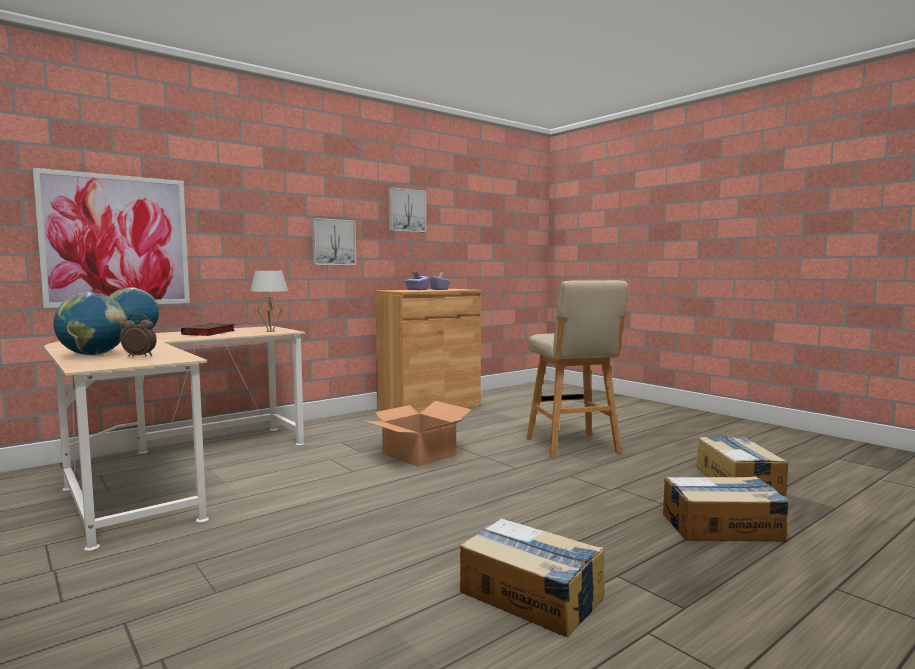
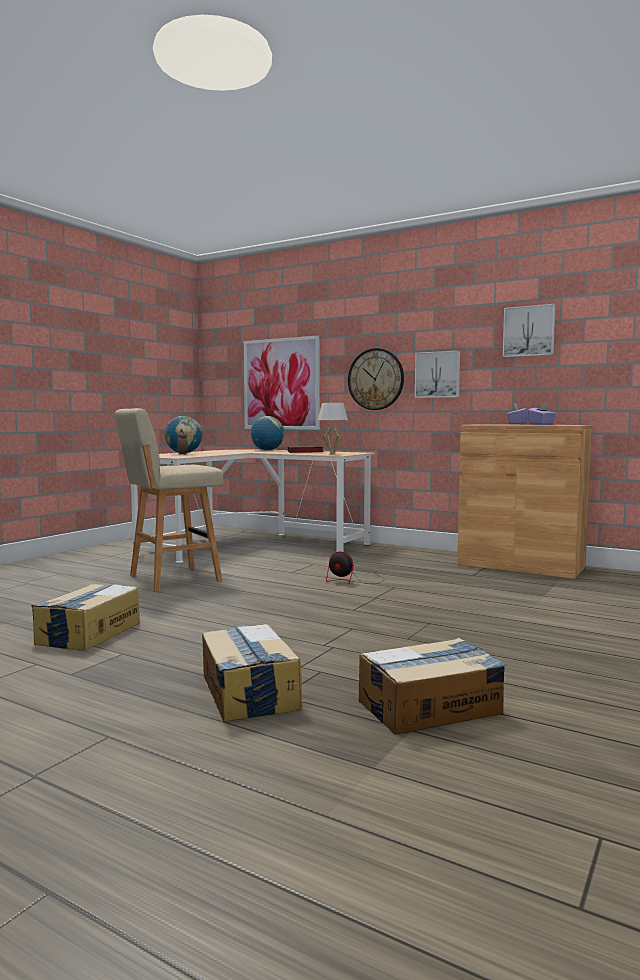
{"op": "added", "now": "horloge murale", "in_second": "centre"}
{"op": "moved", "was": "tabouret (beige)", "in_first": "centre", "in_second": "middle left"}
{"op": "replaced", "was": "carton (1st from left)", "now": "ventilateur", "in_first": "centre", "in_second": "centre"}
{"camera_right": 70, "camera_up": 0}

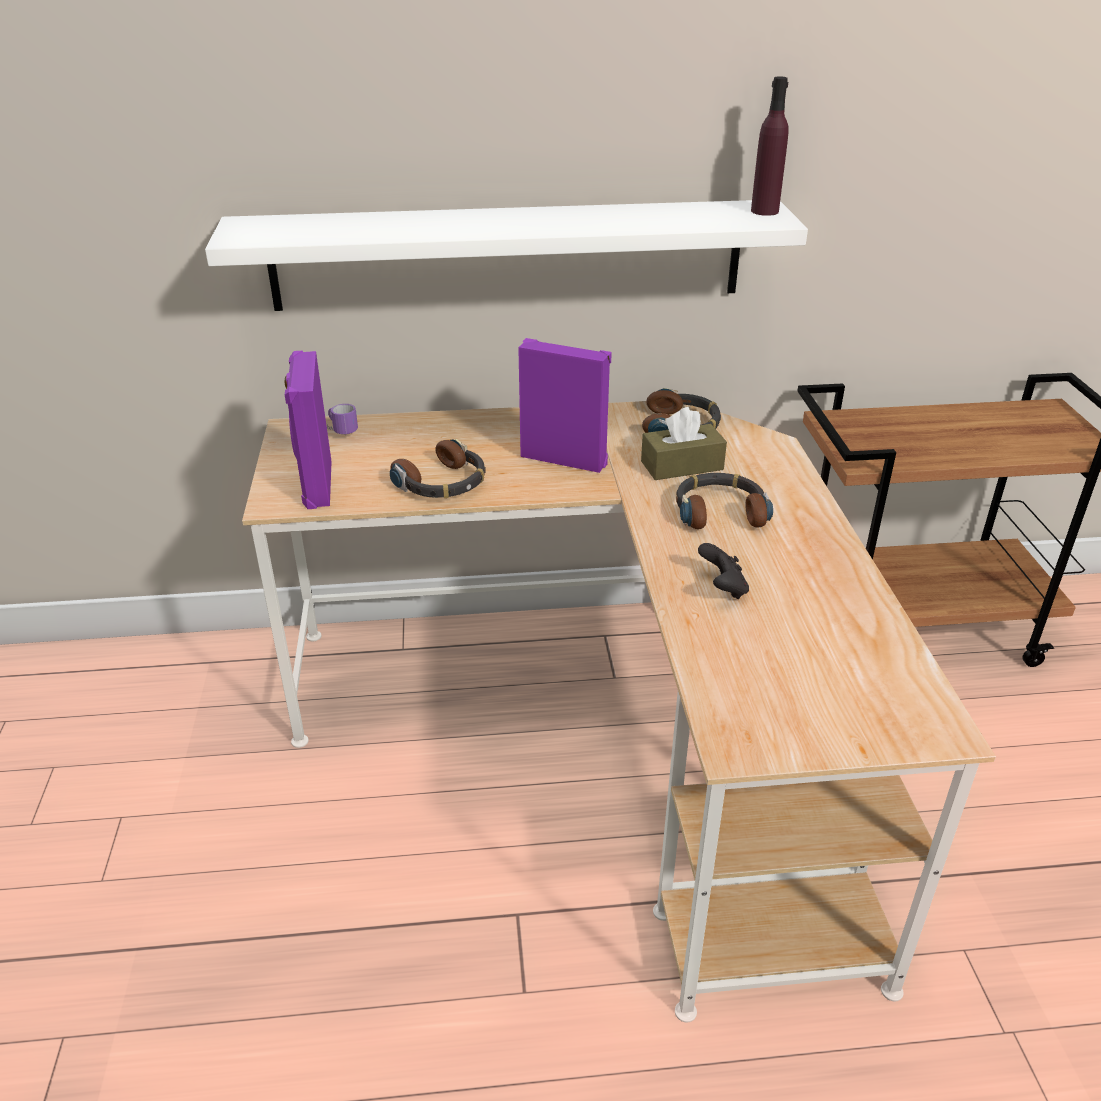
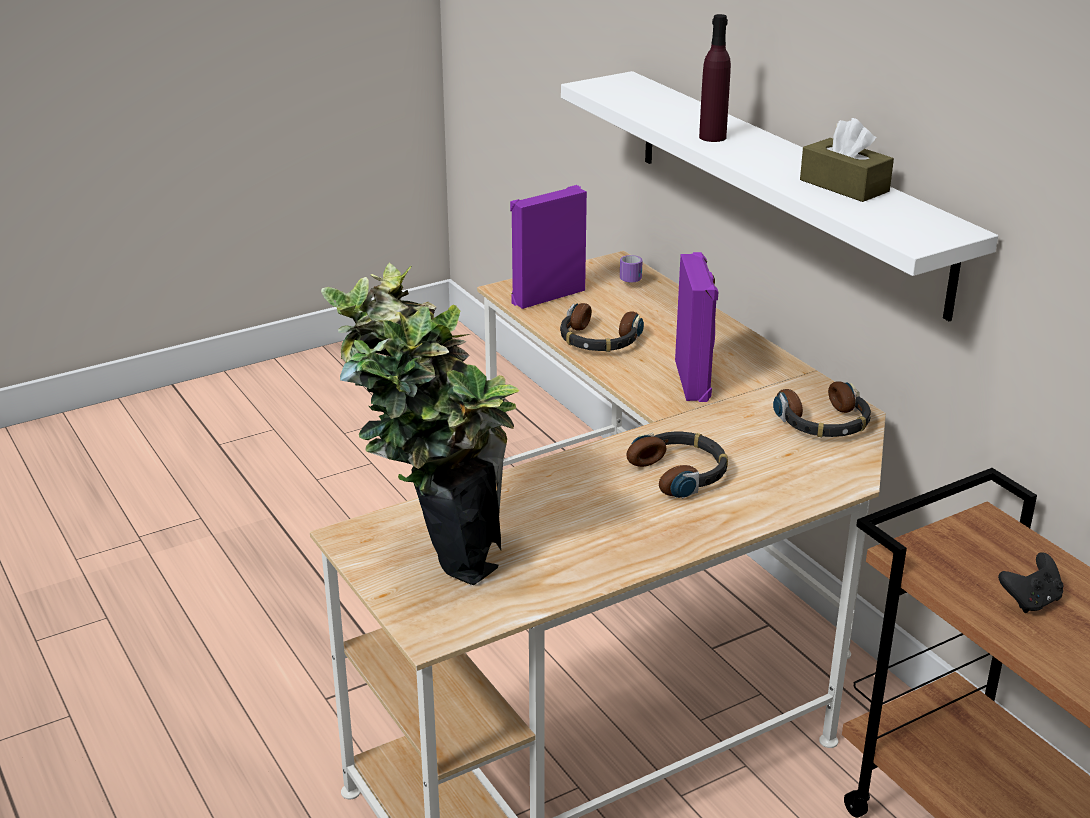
{"op": "added", "now": "plante en pot", "in_second": "centre"}
{"op": "moved", "was": "boîte à mouchoirs (marron)", "in_first": "centre", "in_second": "top right"}
{"op": "moved", "was": "manette (noir)", "in_first": "centre", "in_second": "bottom right"}
{"op": "moved", "was": "bouteille (violet)", "in_first": "top right", "in_second": "top centre"}
{"camera_right": 65, "camera_up": -5}

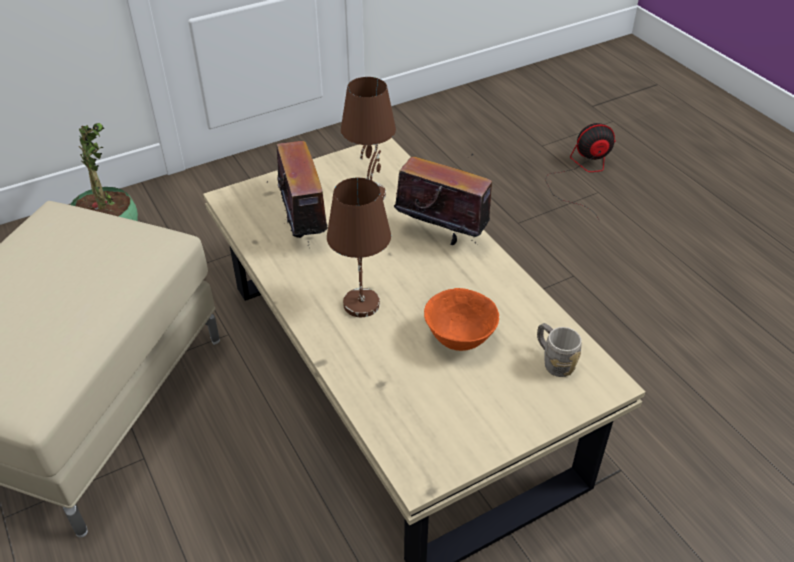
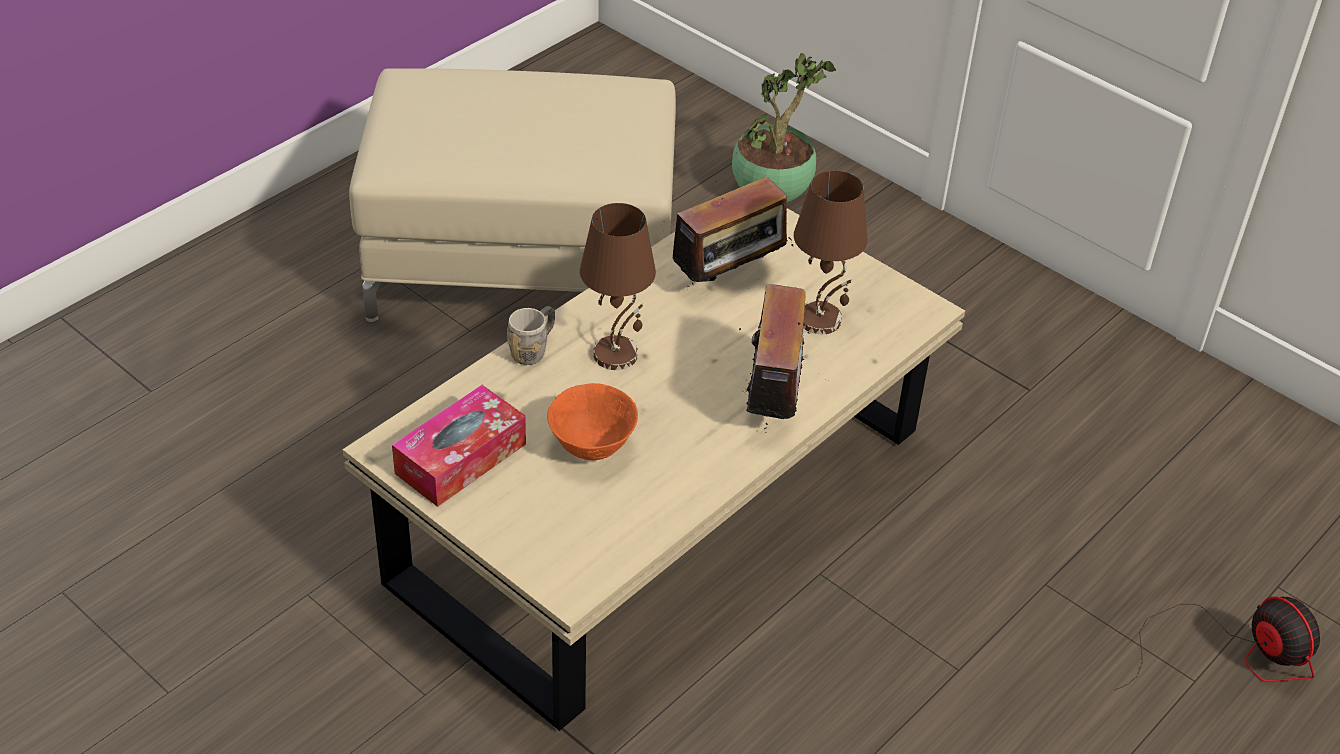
{"op": "added", "now": "boîte à mouchoirs", "in_second": "centre"}
{"op": "moved", "was": "mug (gris)", "in_first": "middle right", "in_second": "centre"}
{"camera_right": 70, "camera_up": 0}

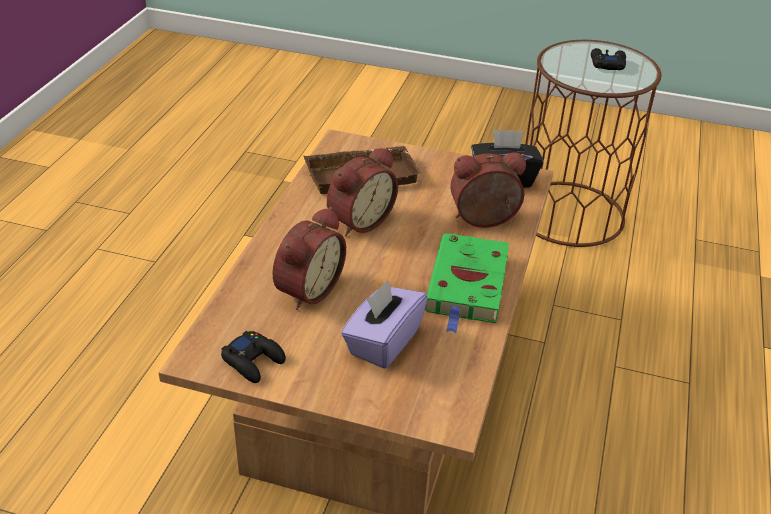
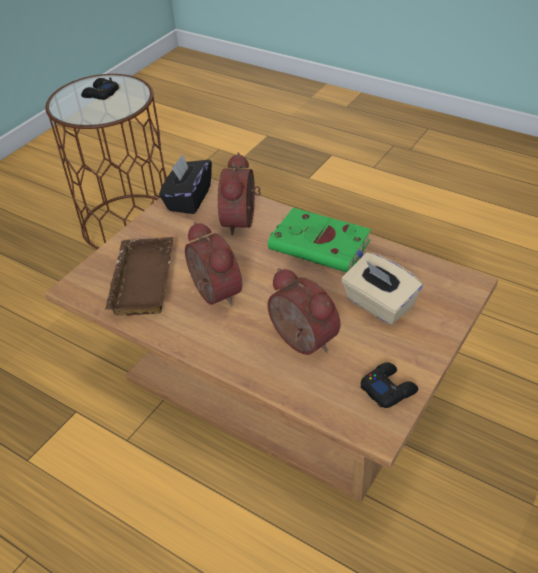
{"op": "recoloured", "was": "boîte à mouchoirs (violet)", "now": "boîte à mouchoirs (beige)", "in_first": "centre", "in_second": "middle right"}
{"camera_right": -70, "camera_up": 5}

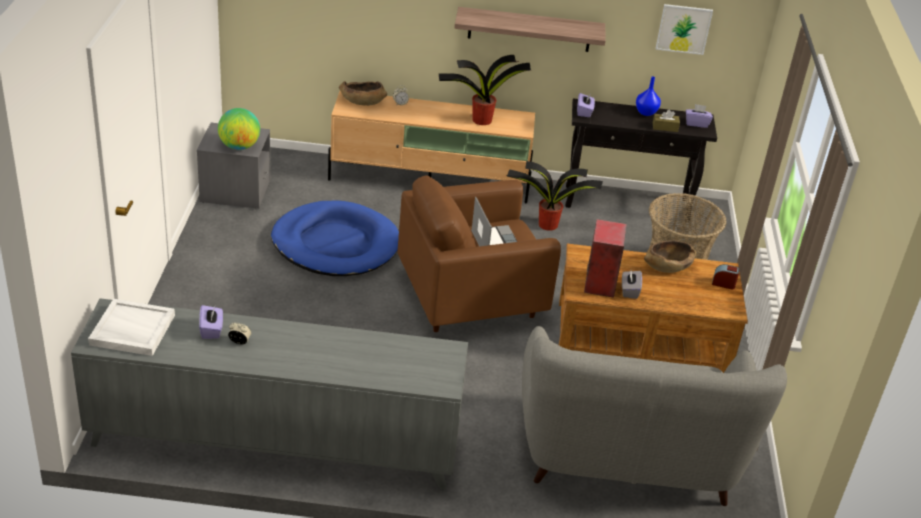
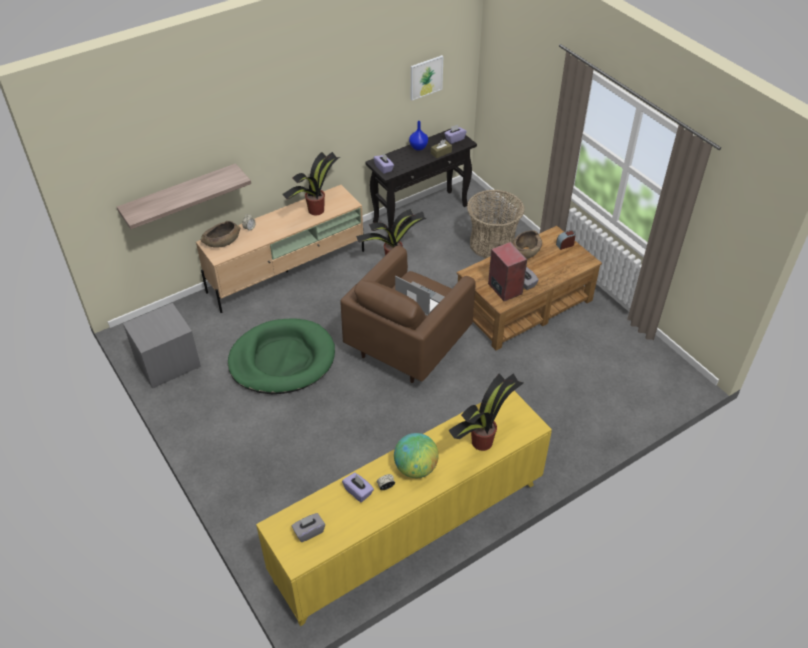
{"op": "removed", "was": "canapé (gris)", "in_first": "bottom right"}
{"op": "added", "now": "plante en pot (3rd from left)", "in_second": "centre"}
{"op": "moved", "was": "globe", "in_first": "top left", "in_second": "bottom centre"}
{"op": "moved", "was": "étagère", "in_first": "top centre", "in_second": "top left"}
{"op": "replaced", "was": "plateau (blanc)", "now": "boîte à mouchoirs (gris) (1st from left)", "in_first": "middle left", "in_second": "bottom centre"}
{"op": "recoloured", "was": "meuble de rangement (gris)", "now": "meuble de rangement (jaune)", "in_first": "bottom left", "in_second": "bottom centre"}
{"op": "recoloured", "was": "panier pour chien (bleu)", "now": "panier pour chien (vert)", "in_first": "centre", "in_second": "centre"}
{"camera_right": -35, "camera_up": 10}

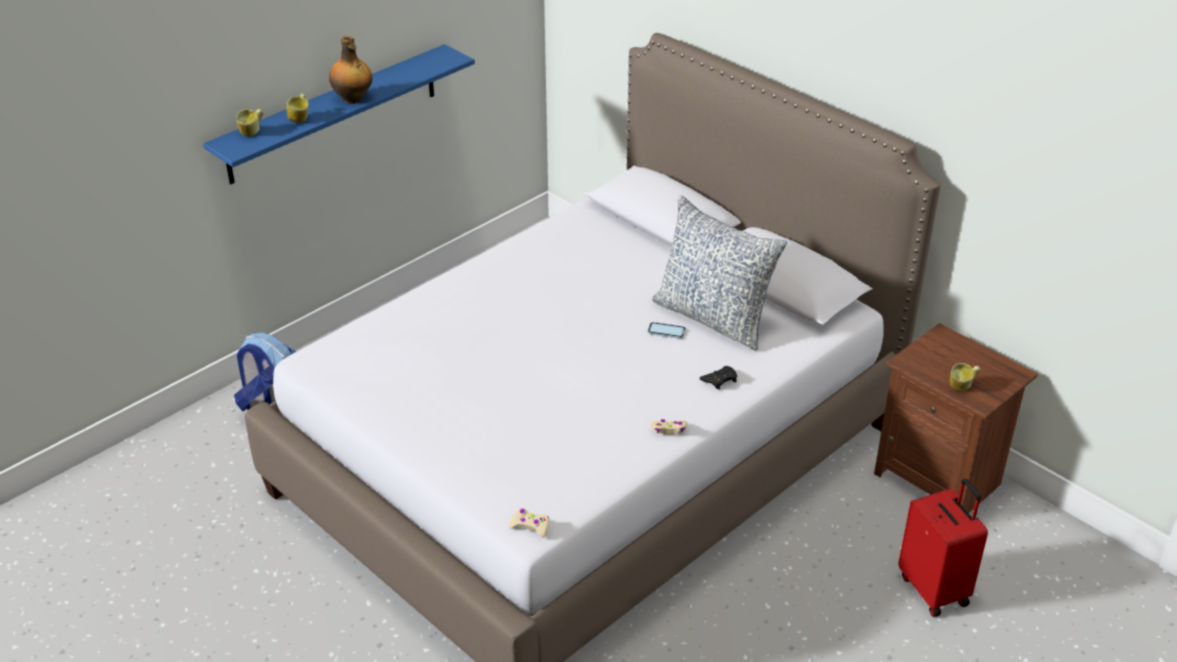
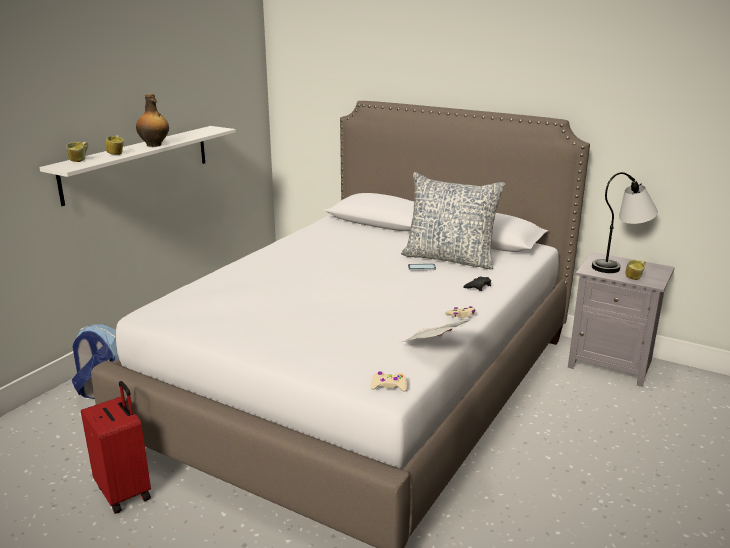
{"op": "added", "now": "journal", "in_second": "centre"}
{"op": "added", "now": "lampe de table", "in_second": "middle right"}
{"op": "moved", "was": "valise (rouge)", "in_first": "bottom right", "in_second": "bottom left"}
{"op": "recoloured", "was": "étagère (bleu)", "now": "étagère (blanc)", "in_first": "top left", "in_second": "top left"}
{"op": "recoloured", "was": "table de chevet (marron)", "now": "table de chevet (gris)", "in_first": "middle right", "in_second": "middle right"}
{"camera_right": -15, "camera_up": -15}

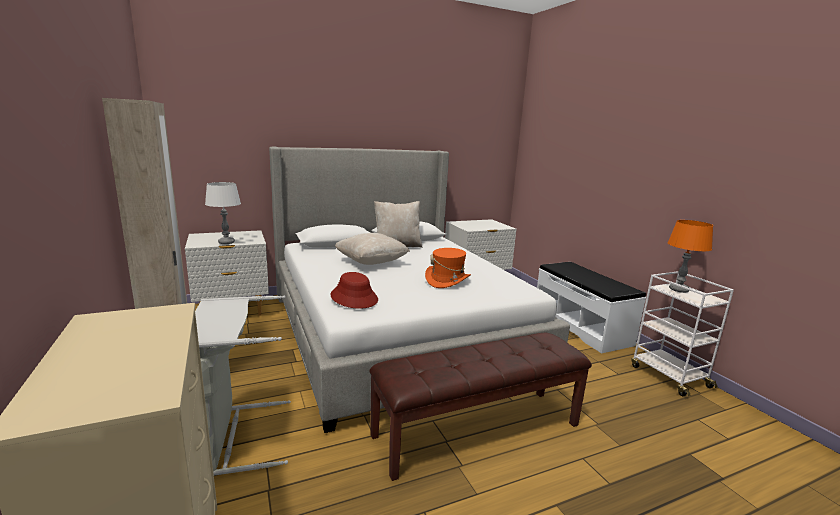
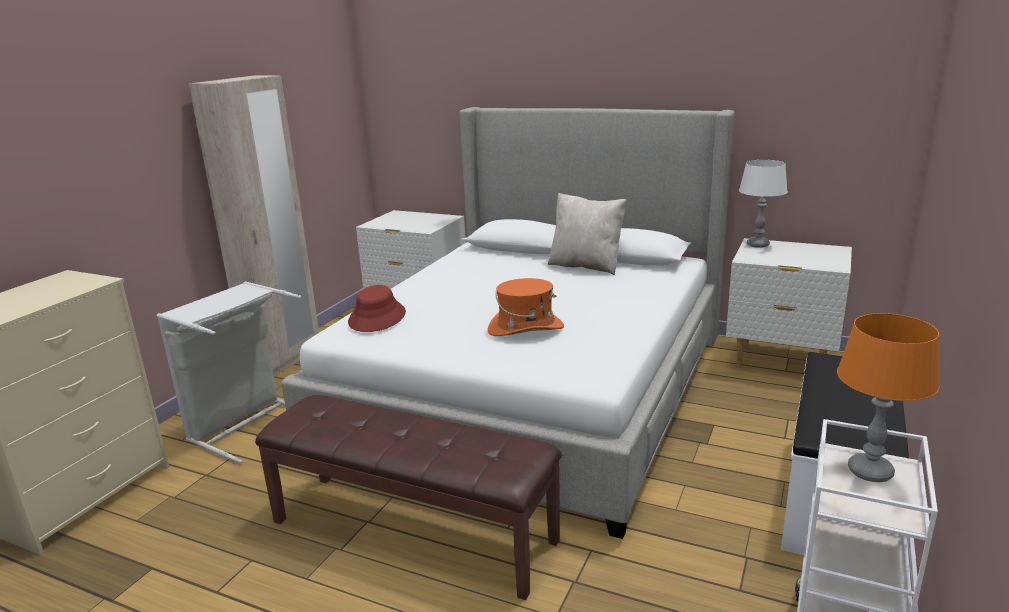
{"op": "removed", "was": "coussin (beige) (1st from left)", "in_first": "centre"}
{"op": "moved", "was": "lampe de table (blanc)", "in_first": "middle left", "in_second": "middle right"}
{"camera_right": 50, "camera_up": 5}

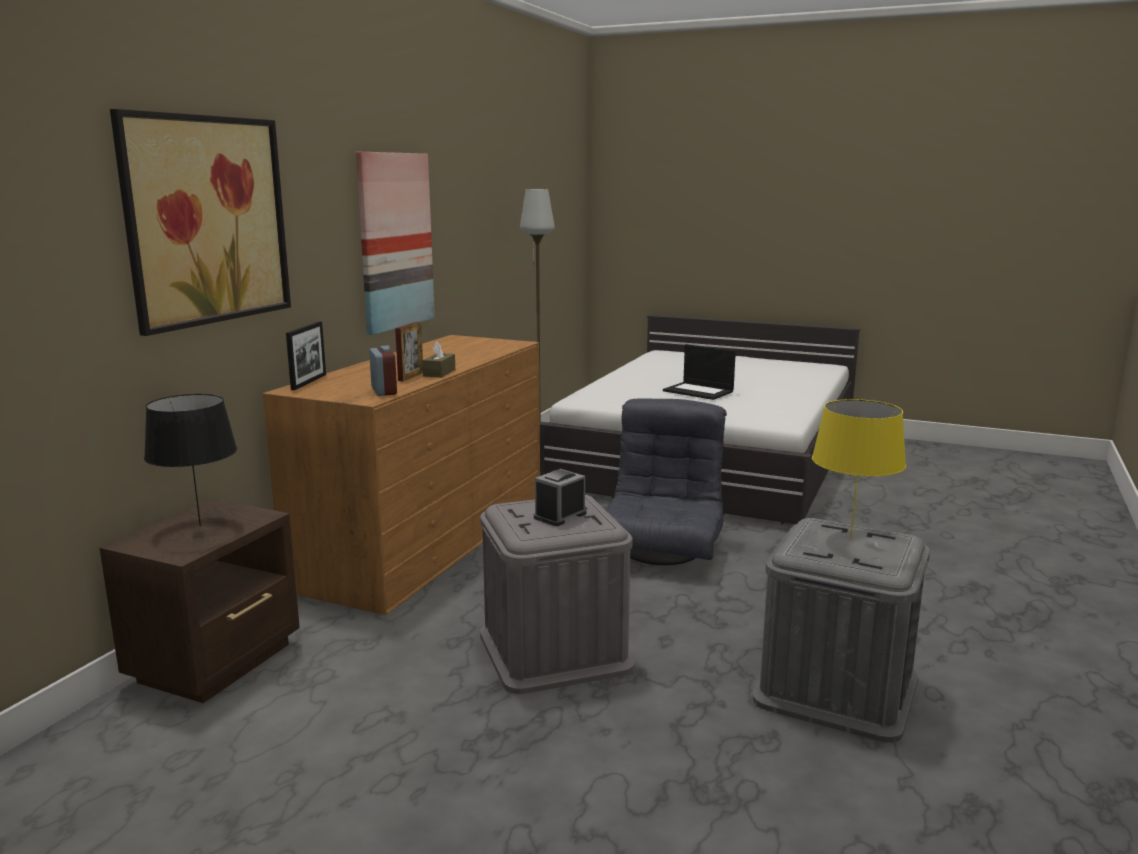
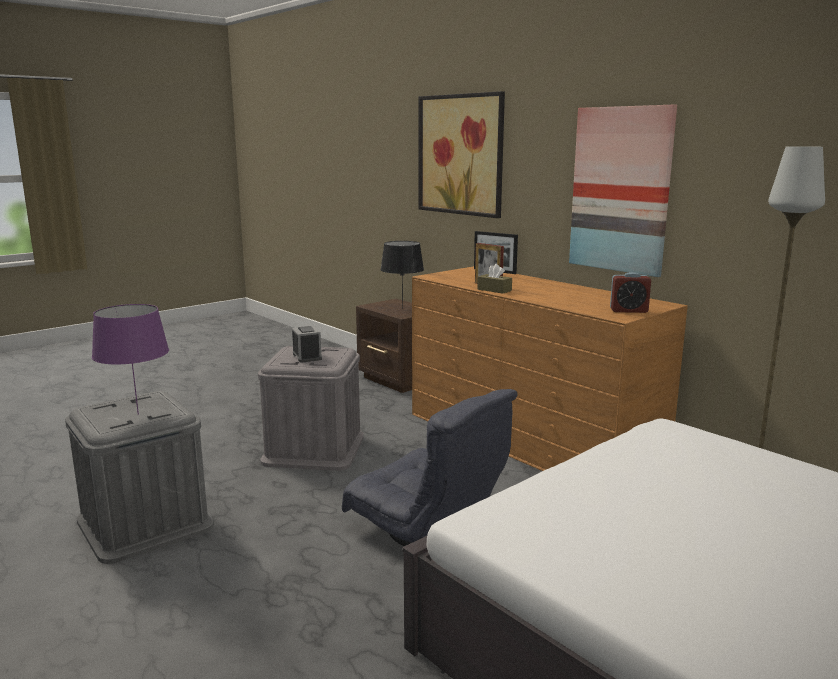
{"op": "removed", "was": "ordinateur portable", "in_first": "centre"}
{"op": "moved", "was": "réveil (1st from left in the first image)", "now": "réveil (2nd from left)", "in_first": "centre", "in_second": "middle right"}
{"op": "recoloured", "was": "lampe de table (jaune)", "now": "lampe de table (violet)", "in_first": "middle right", "in_second": "middle left"}
{"camera_right": 115, "camera_up": 0}

